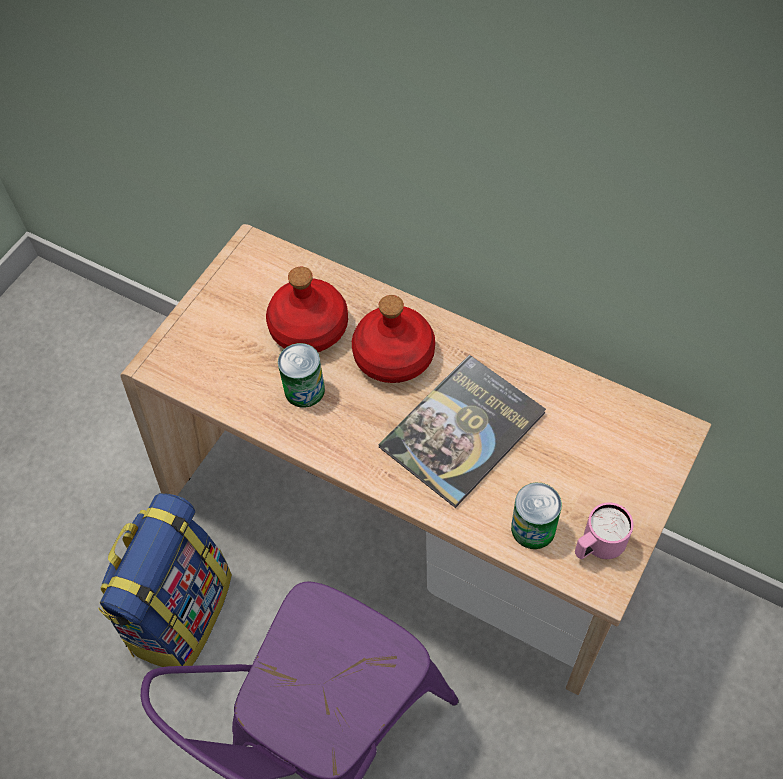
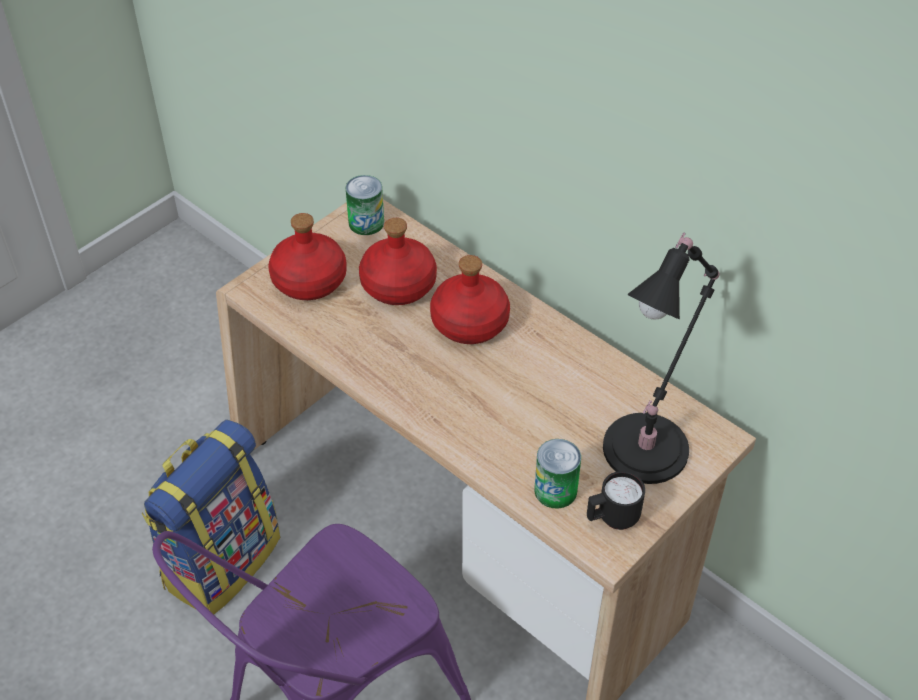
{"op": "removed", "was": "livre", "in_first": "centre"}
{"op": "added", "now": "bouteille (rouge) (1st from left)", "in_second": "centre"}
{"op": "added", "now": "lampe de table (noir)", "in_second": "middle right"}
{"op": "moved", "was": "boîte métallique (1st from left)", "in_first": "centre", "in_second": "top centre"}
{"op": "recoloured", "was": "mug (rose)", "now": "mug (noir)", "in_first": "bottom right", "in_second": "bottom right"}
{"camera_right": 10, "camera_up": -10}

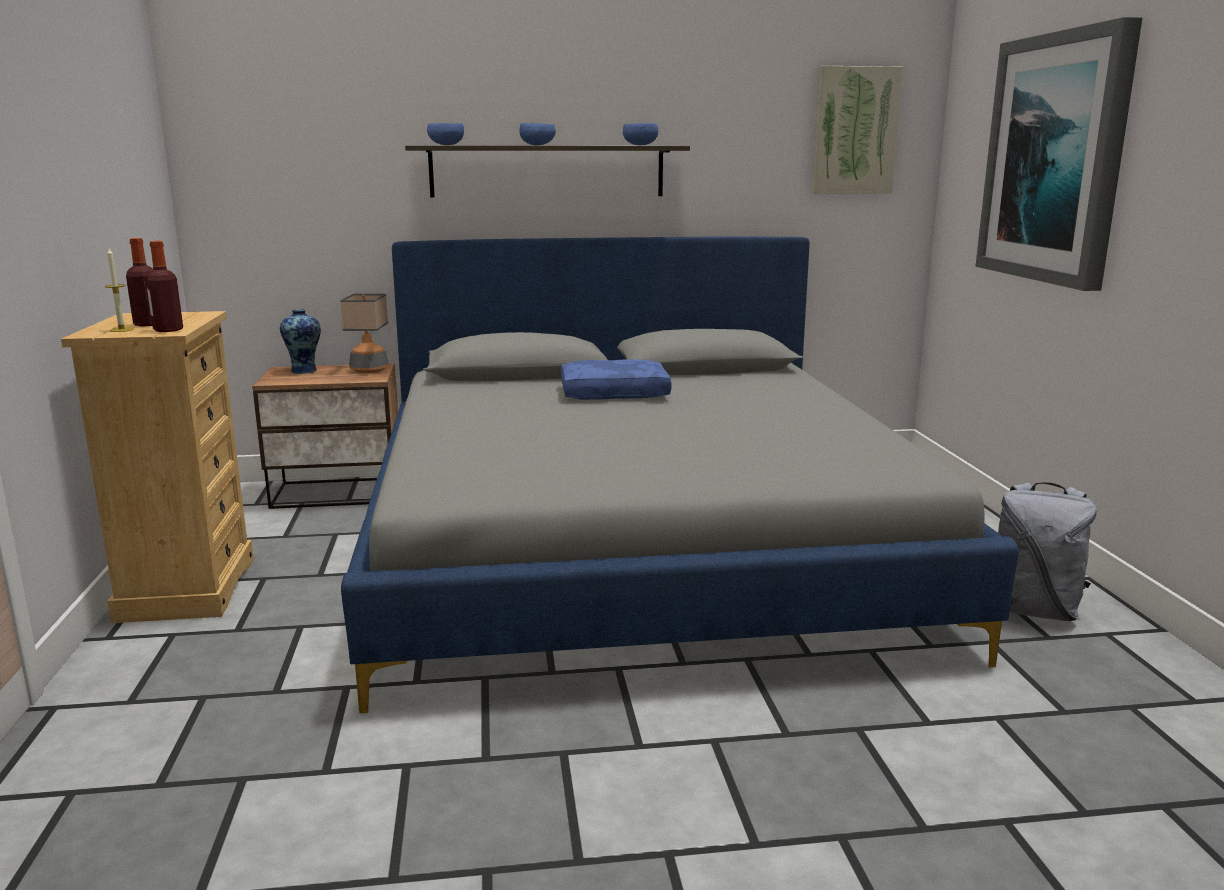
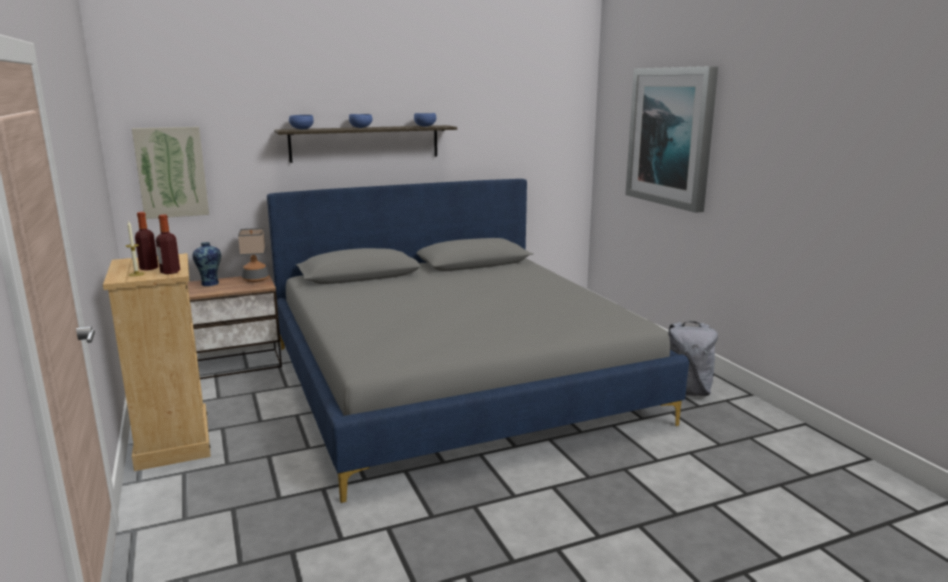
{"op": "removed", "was": "coussin (bleu)", "in_first": "centre"}
{"op": "moved", "was": "tableau (1st from left)", "in_first": "top right", "in_second": "top left"}
{"camera_right": -15, "camera_up": 0}

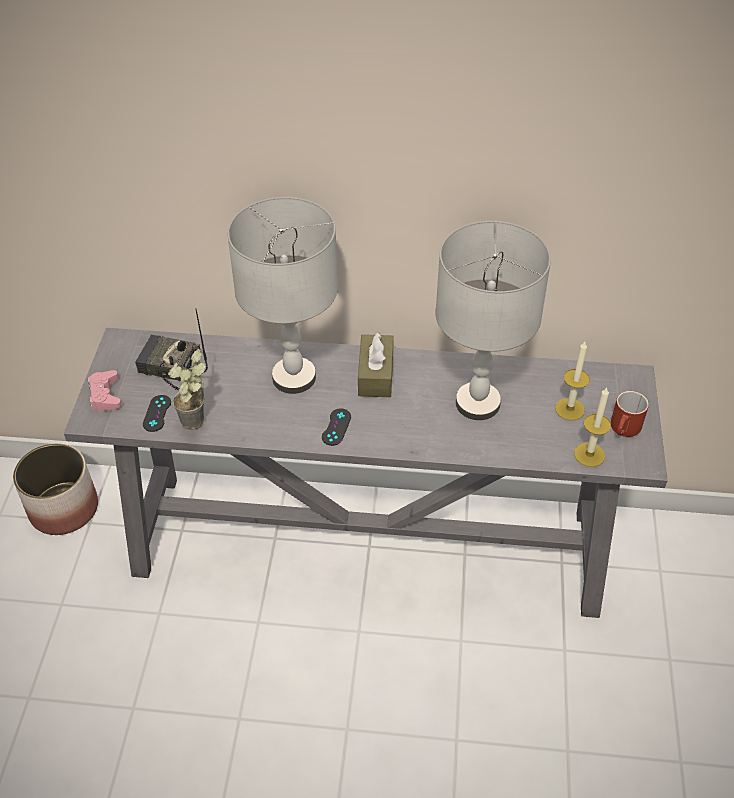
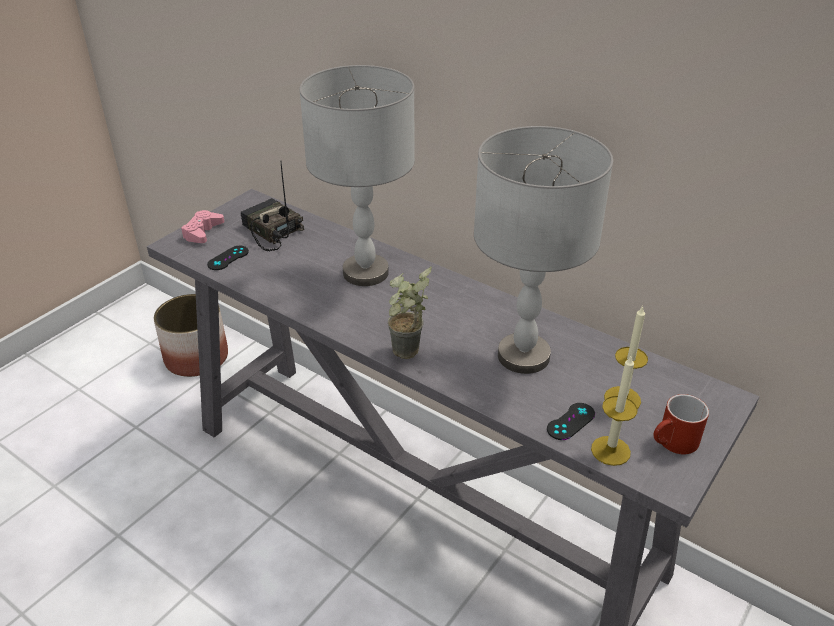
{"op": "removed", "was": "boîte à mouchoirs (marron)", "in_first": "centre"}
{"op": "moved", "was": "plante en pot", "in_first": "middle left", "in_second": "centre"}
{"op": "moved", "was": "manette (noir) (2nd from left)", "in_first": "centre", "in_second": "bottom right"}
{"camera_right": 30, "camera_up": -10}

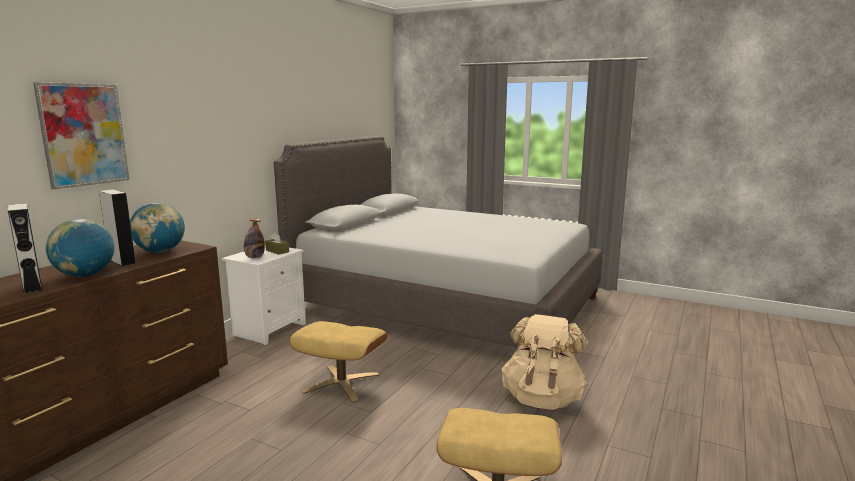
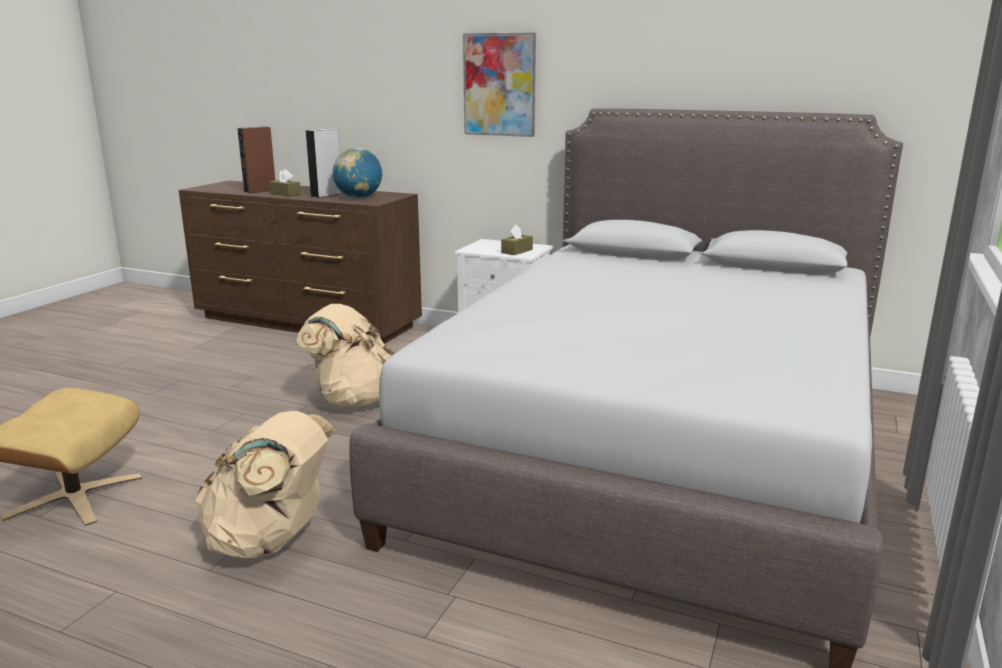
{"op": "removed", "was": "bouteille", "in_first": "middle left"}
{"op": "moved", "was": "tableau", "in_first": "top left", "in_second": "top centre"}
{"op": "replaced", "was": "globe (1st from left)", "now": "boîte à mouchoirs (marron) (1st from left)", "in_first": "middle left", "in_second": "top left"}
{"op": "replaced", "was": "pouf (beige) (1st from left)", "now": "sac à dos (beige) (2nd from left)", "in_first": "bottom centre", "in_second": "centre"}
{"op": "recoloured", "was": "enceinte (gris) (1st from left)", "now": "enceinte (marron)", "in_first": "middle left", "in_second": "top left"}
{"camera_right": 85, "camera_up": 5}

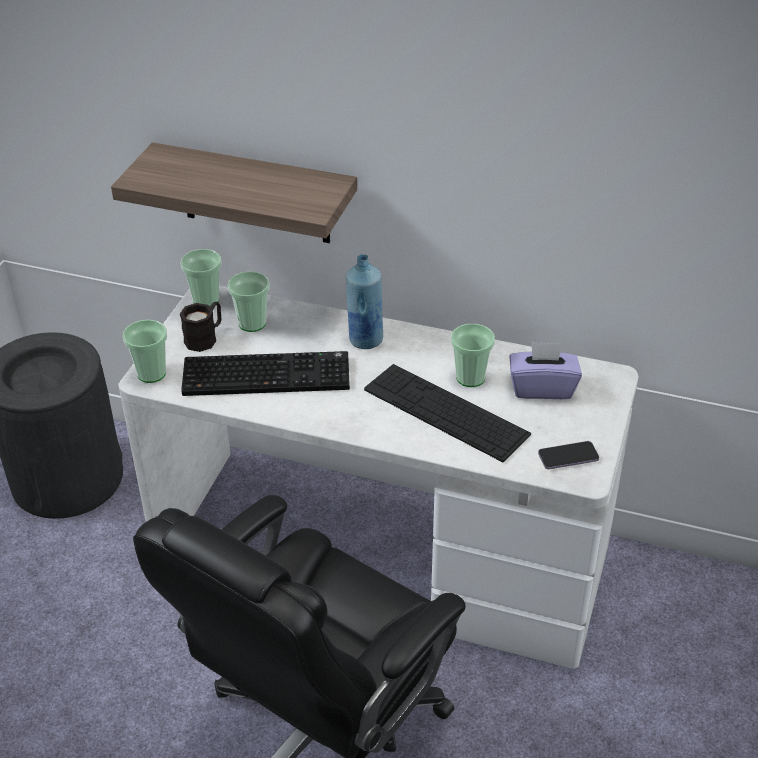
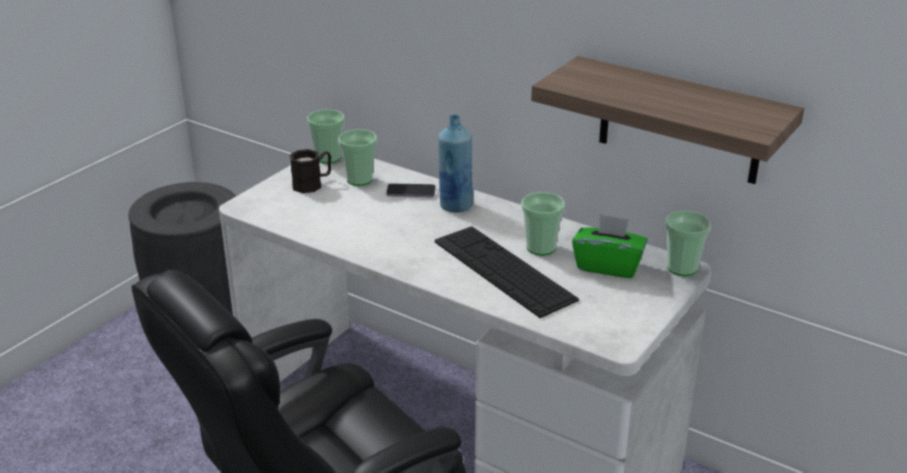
{"op": "removed", "was": "clavier (1st from left)", "in_first": "centre"}
{"op": "moved", "was": "étagère", "in_first": "top left", "in_second": "top right"}
{"op": "moved", "was": "tasse (1st from left in the first image)", "now": "tasse (4th from left)", "in_first": "middle left", "in_second": "middle right"}
{"op": "moved", "was": "téléphone", "in_first": "middle right", "in_second": "centre"}
{"op": "recoloured", "was": "boîte à mouchoirs (violet)", "now": "boîte à mouchoirs (vert)", "in_first": "middle right", "in_second": "middle right"}
{"camera_right": 15, "camera_up": -10}

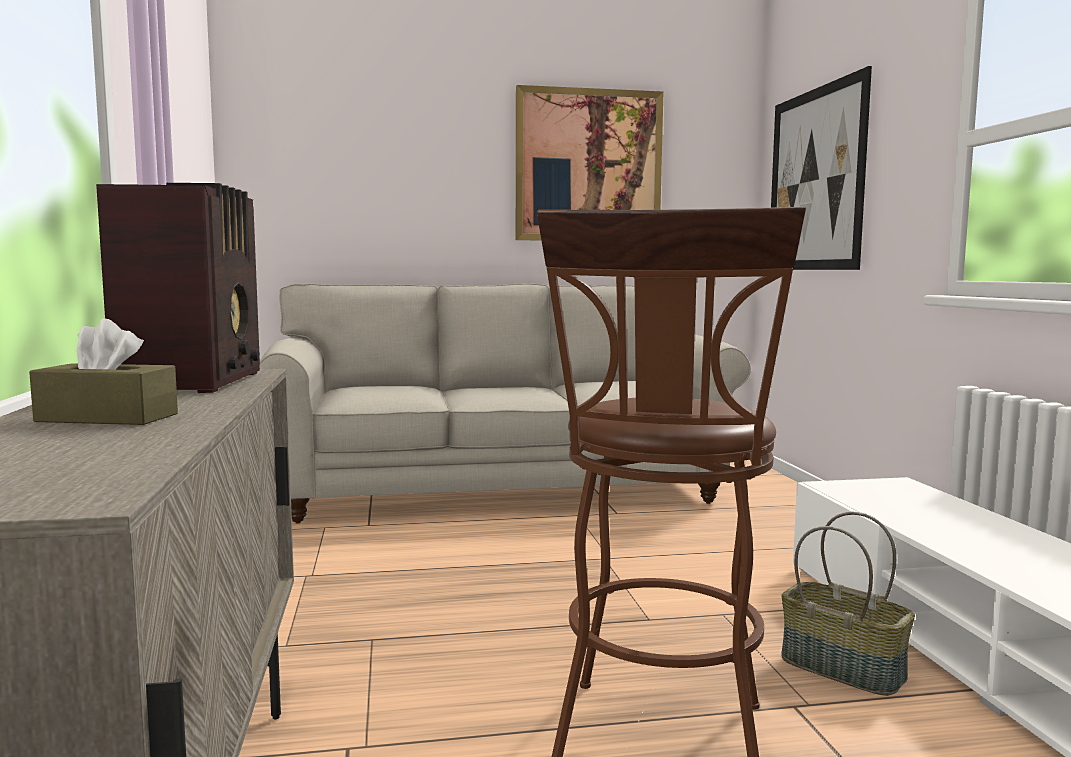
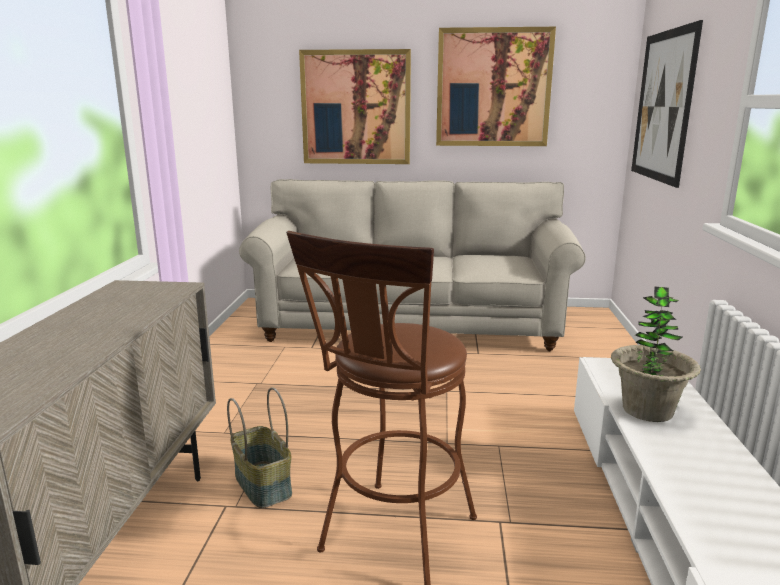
{"op": "removed", "was": "boîte à mouchoirs (marron)", "in_first": "middle left"}
{"op": "removed", "was": "radio", "in_first": "middle left"}
{"op": "added", "now": "tableau (1st from left)", "in_second": "top centre"}
{"op": "added", "now": "plante en pot", "in_second": "middle right"}
{"op": "moved", "was": "panier", "in_first": "bottom right", "in_second": "bottom left"}
{"camera_right": 15, "camera_up": 10}

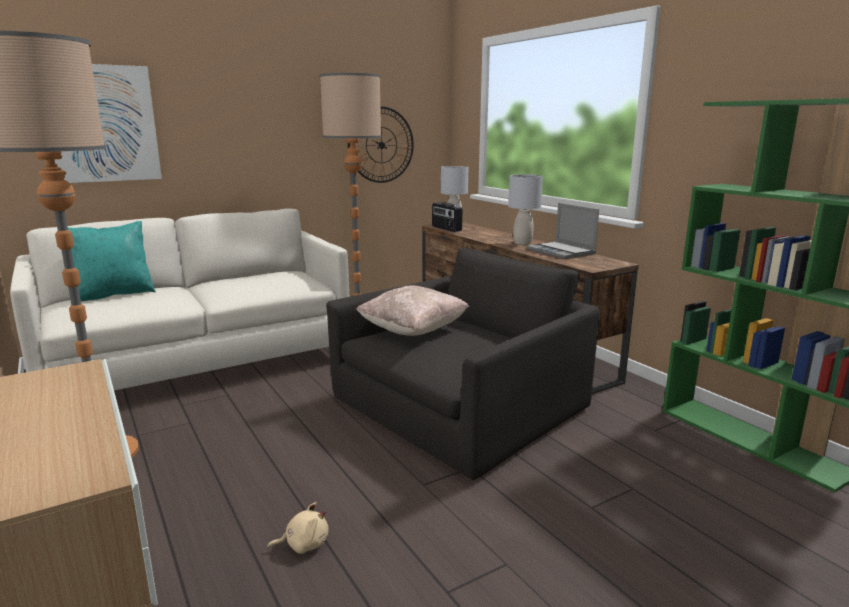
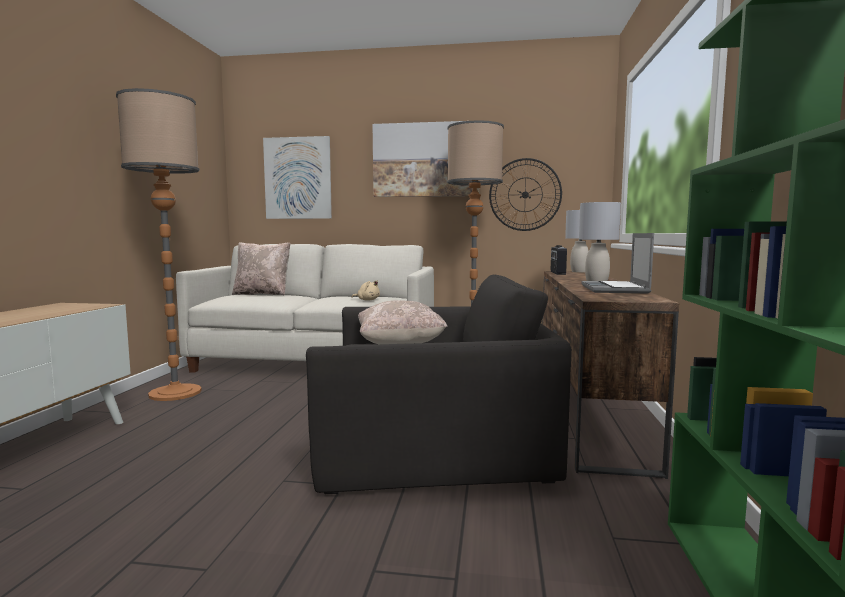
{"op": "added", "now": "tableau (2nd from left)", "in_second": "top centre"}
{"op": "moved", "was": "peluche (beige)", "in_first": "bottom centre", "in_second": "centre"}
{"op": "recoloured", "was": "coussin (turquoise)", "now": "coussin (beige) (1st from left)", "in_first": "middle left", "in_second": "middle left"}
{"camera_right": 40, "camera_up": -10}

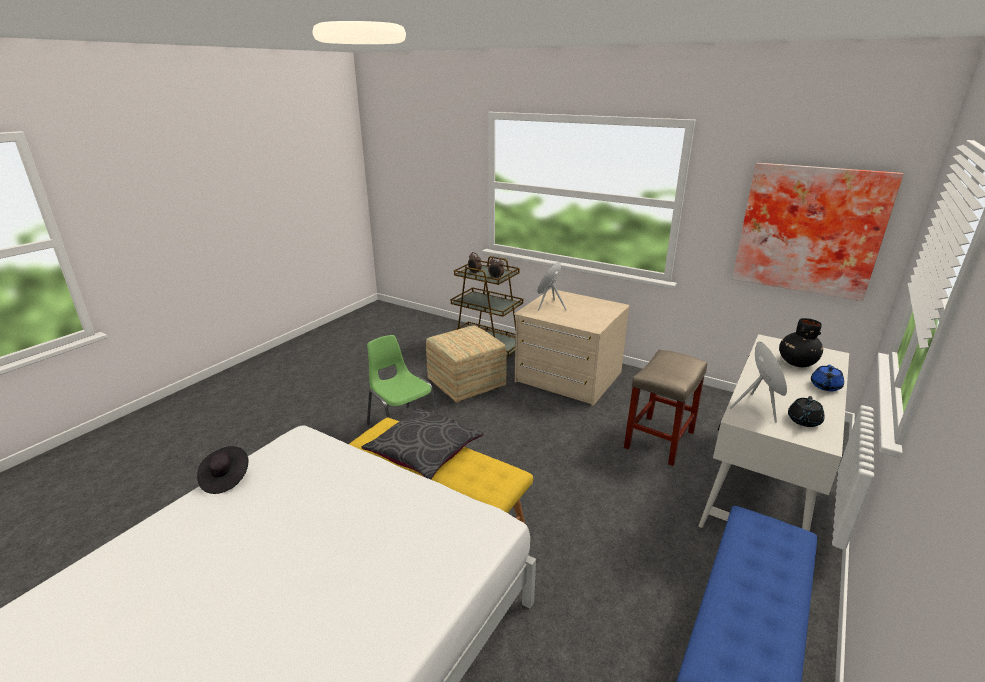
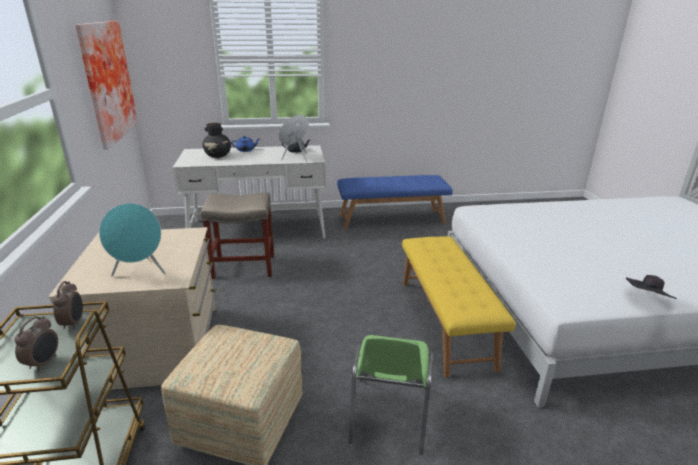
{"op": "removed", "was": "coussin (gris)", "in_first": "centre"}
{"camera_right": -130, "camera_up": 0}

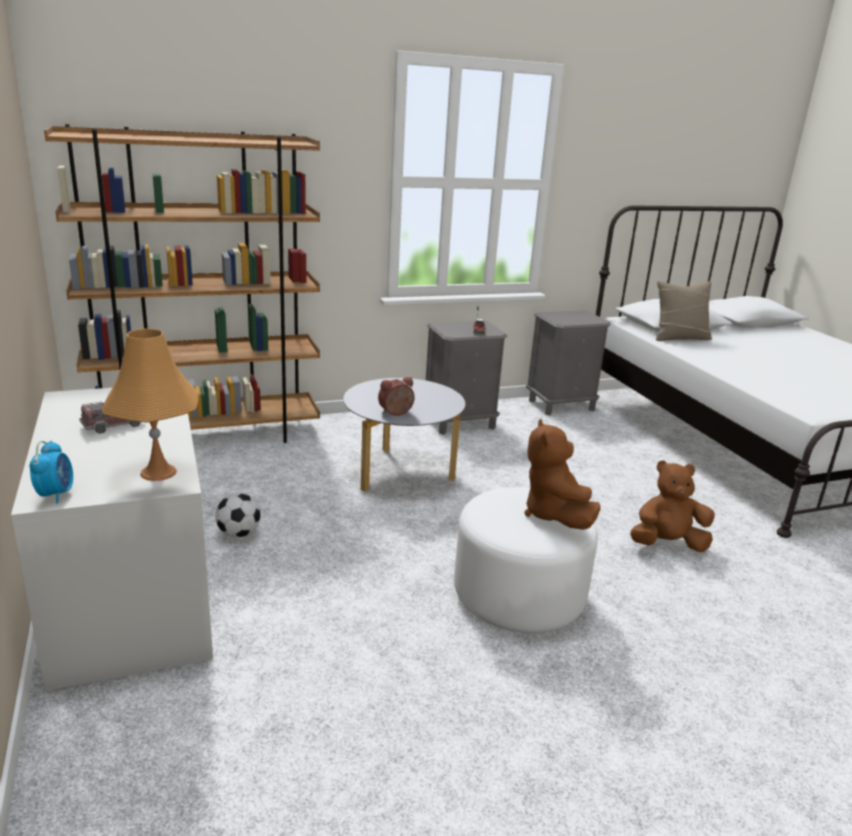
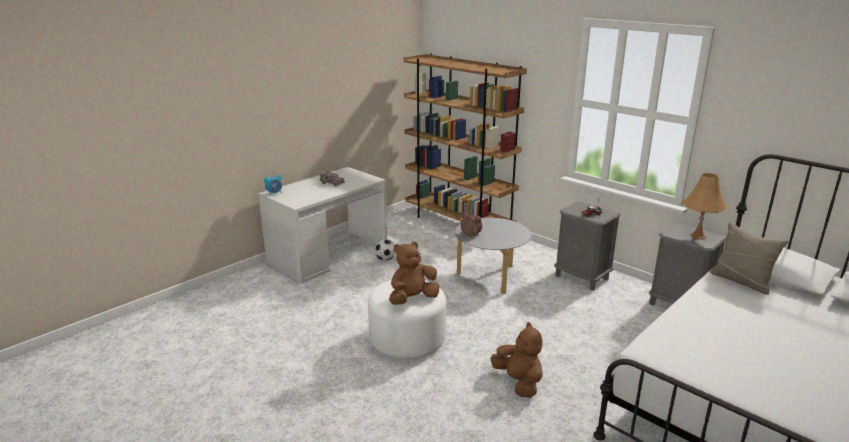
{"op": "moved", "was": "lampe de table (orange)", "in_first": "middle left", "in_second": "middle right"}
{"camera_right": 65, "camera_up": 0}

